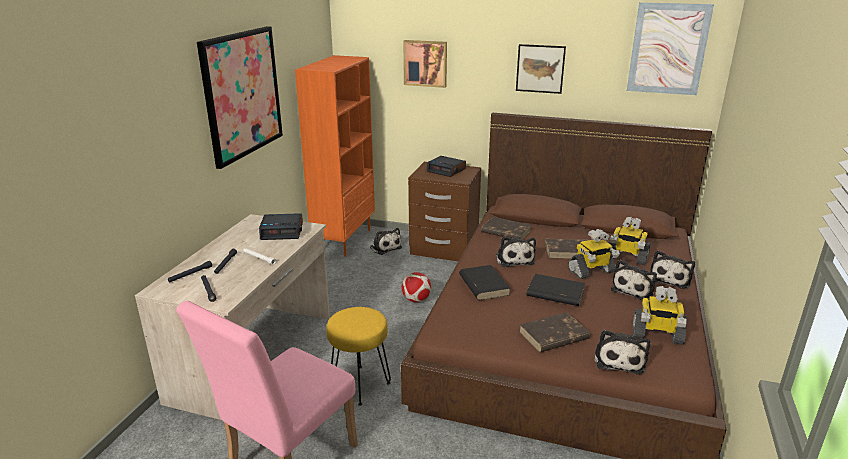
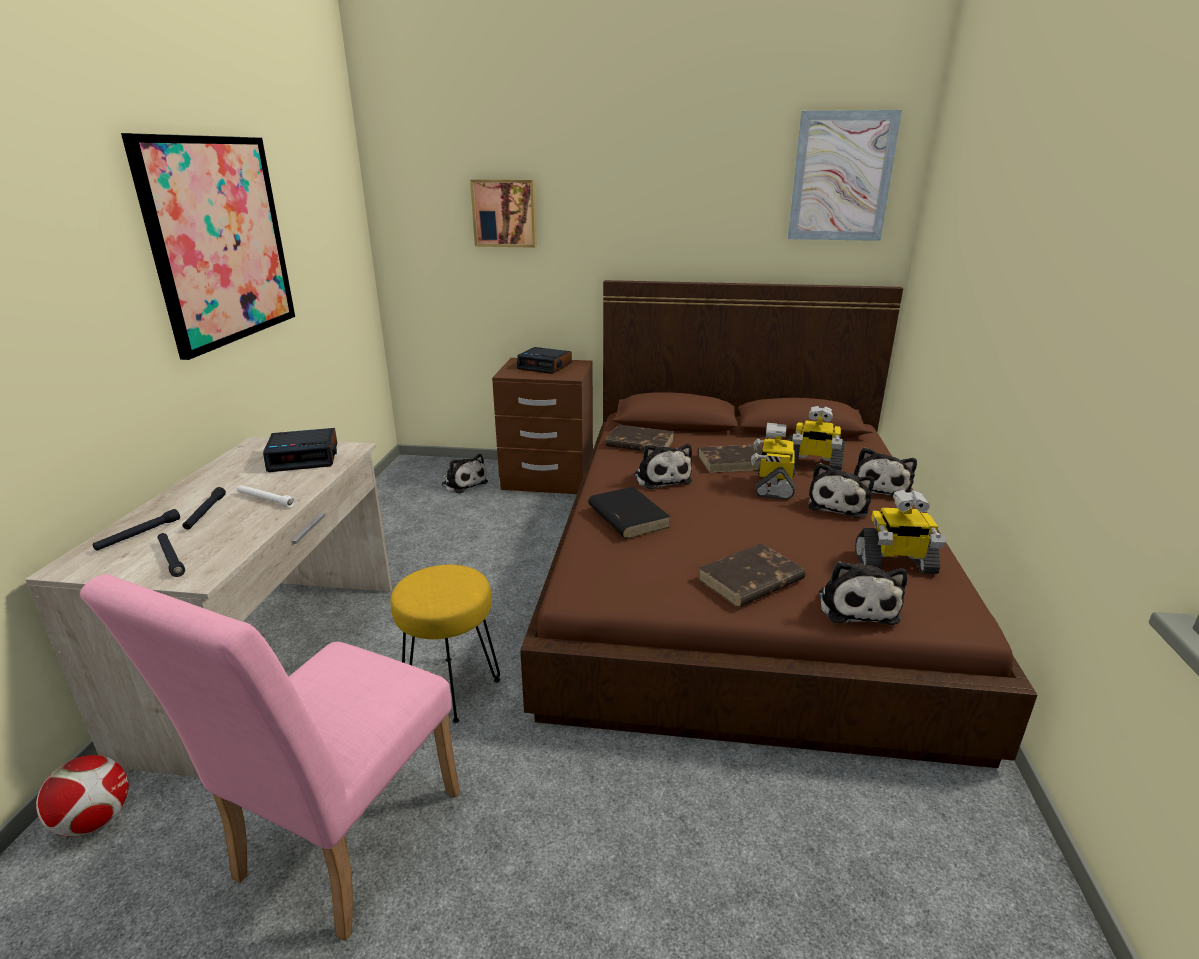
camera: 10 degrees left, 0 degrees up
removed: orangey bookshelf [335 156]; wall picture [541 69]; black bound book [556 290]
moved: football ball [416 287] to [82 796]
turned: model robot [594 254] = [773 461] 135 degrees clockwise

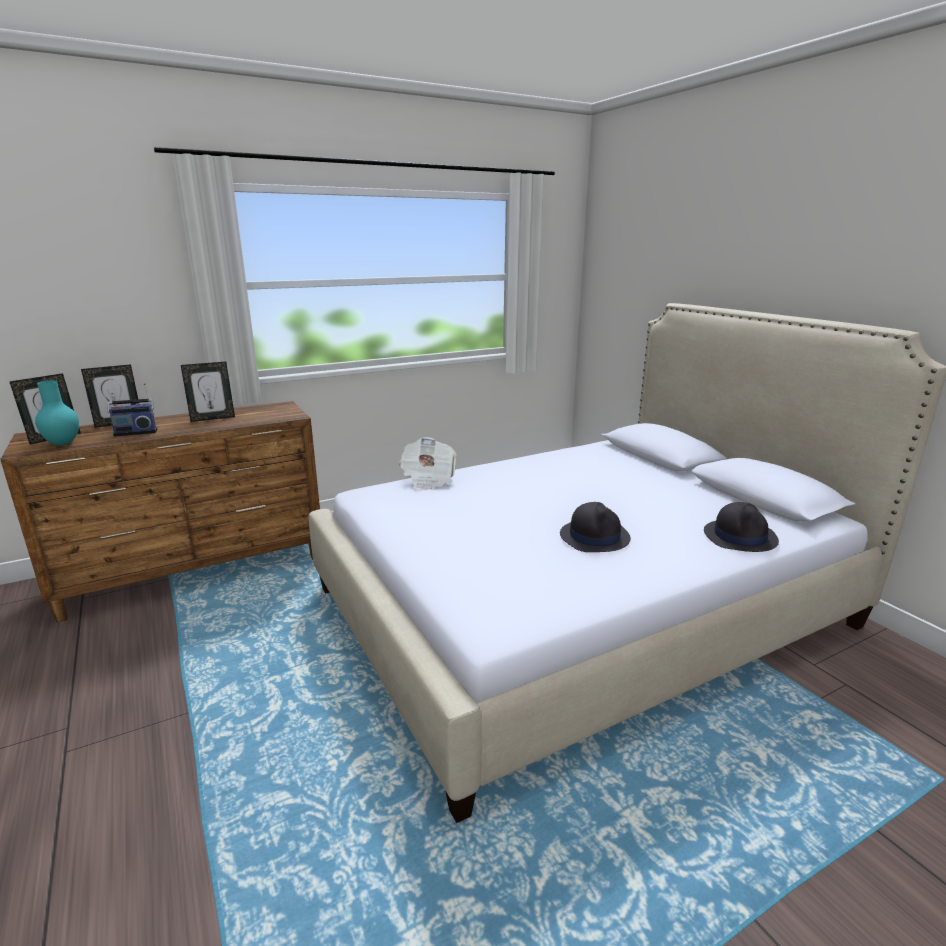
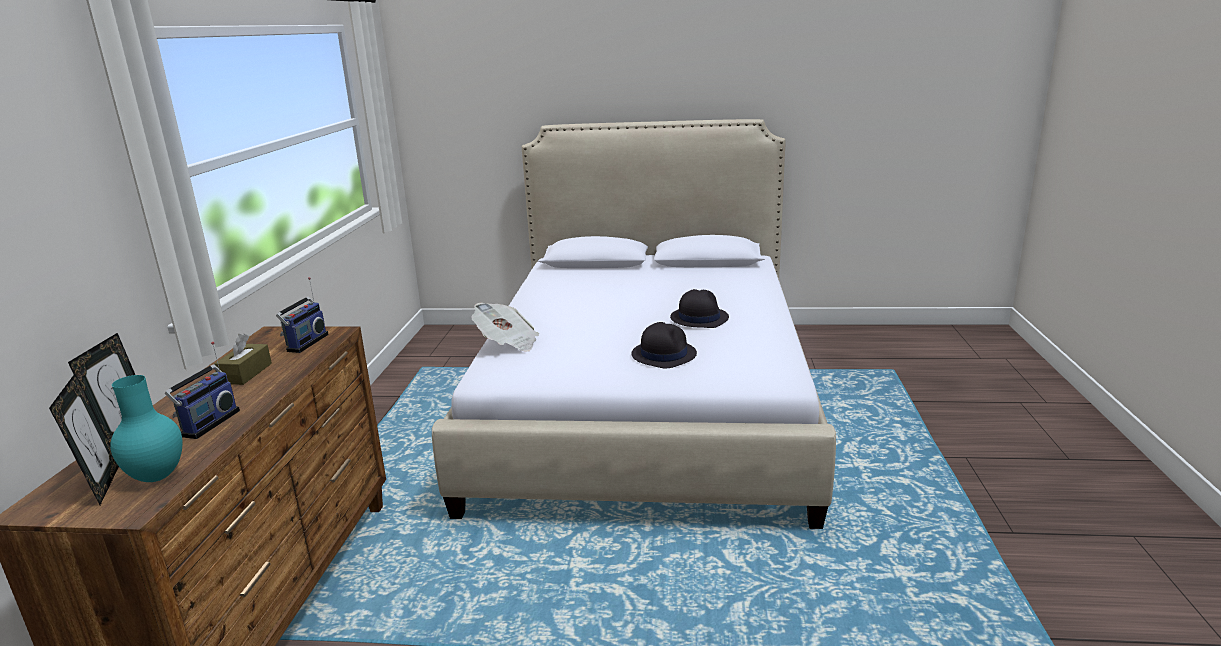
camera: 55 degrees left, 0 degrees up
added: radio set [302 315]
moved: black hat [741 527] to [664 345]
replaced: standing frame [208 392] to brown tissue holder [243 359]

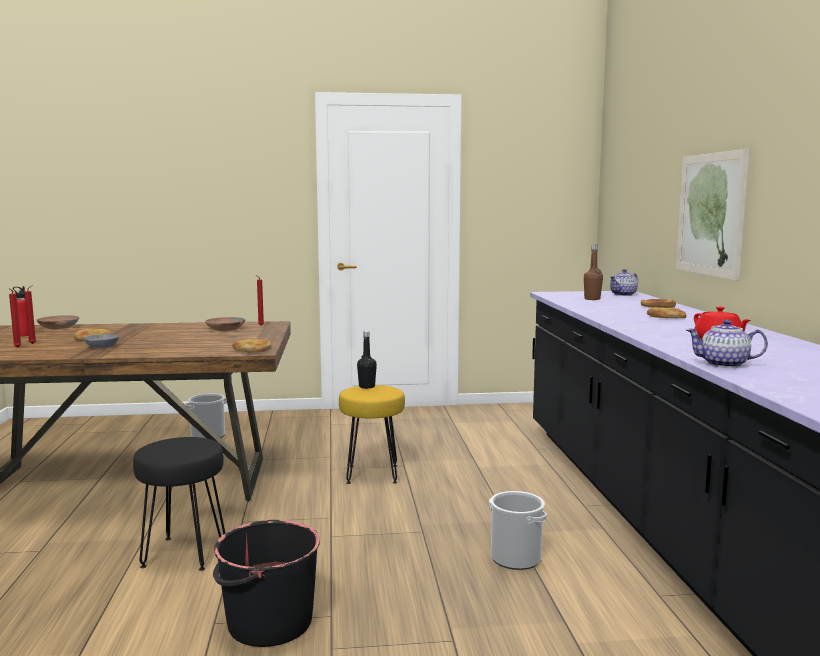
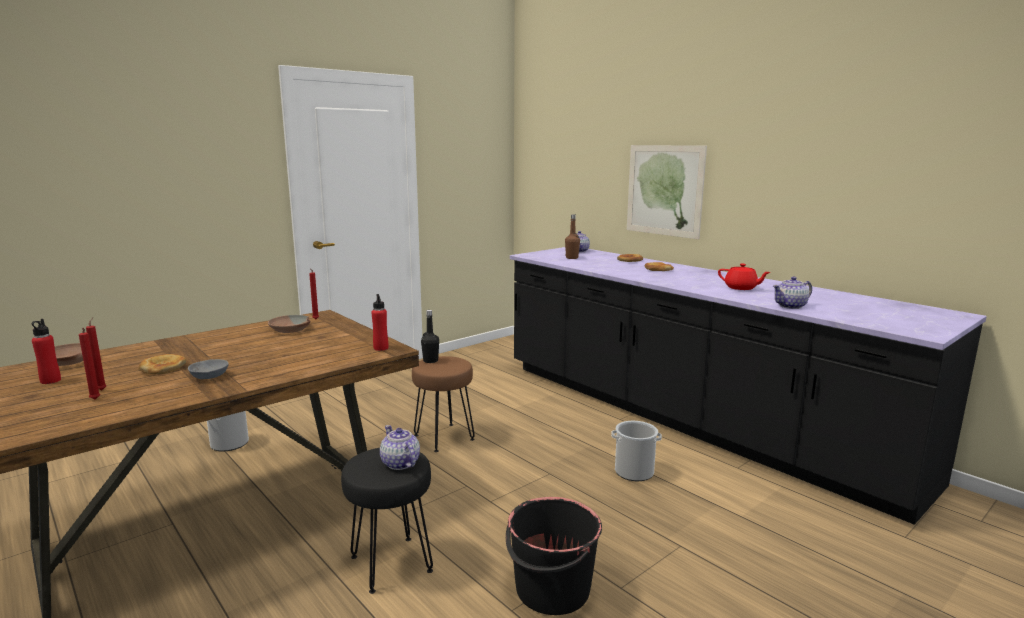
camera: 35 degrees left, 5 degrees up
added: teapot [400 447]
replaced: bread [251 345] to reddish drink bottle [380 322]
recoloured: yellow stool seat [372 434] to brown stool seat [443 404]

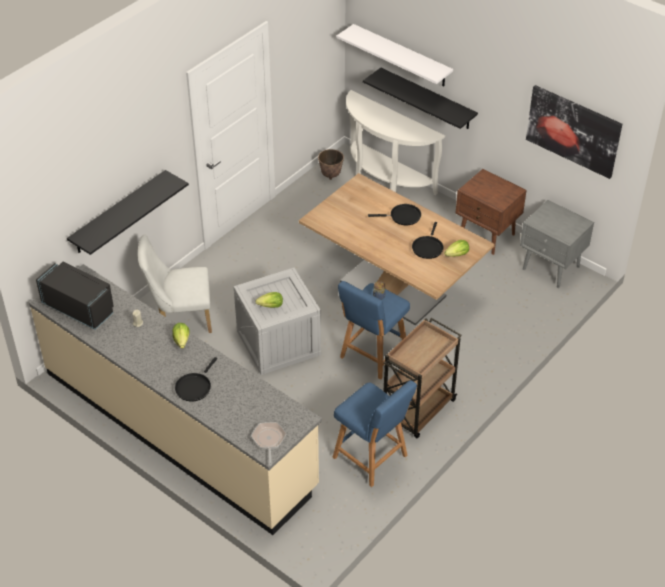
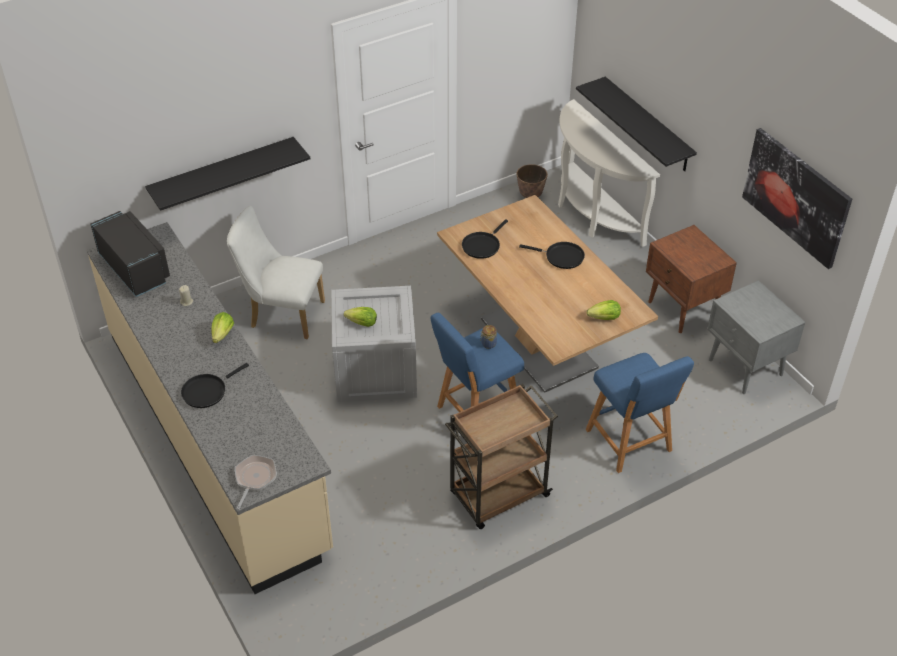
camera: 20 degrees right, 0 degrees up
removed: whitish shelf [395 55]
moved: blue stool seat [375 433] to [640 413]; black pan [427 240] to [485 239]

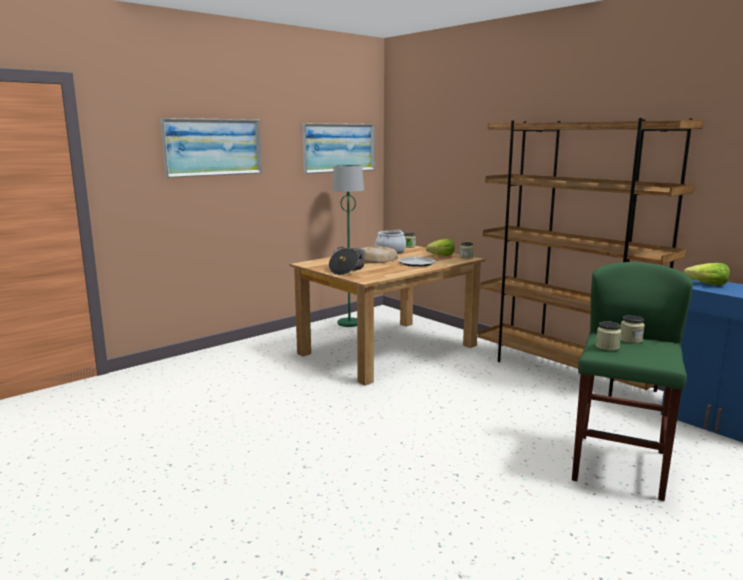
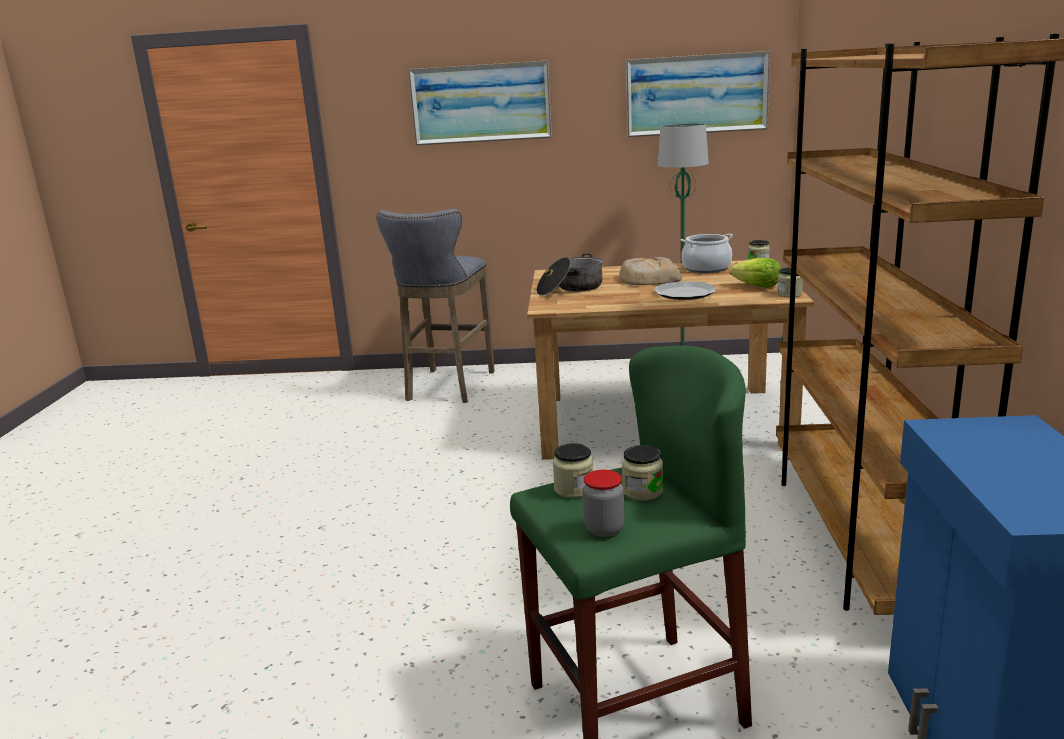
camera: 45 degrees right, 5 degrees up
removed: head of lettuce [706 274]
added: grey stool seat [435 306]; storage jar [603 503]

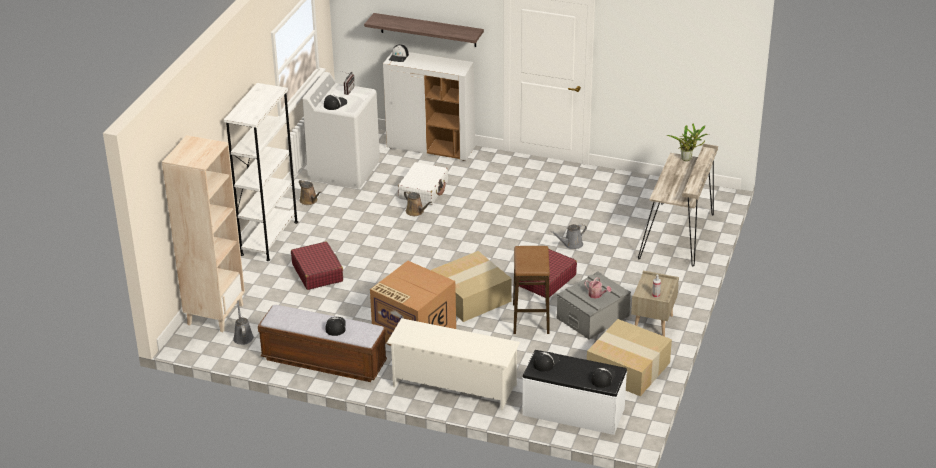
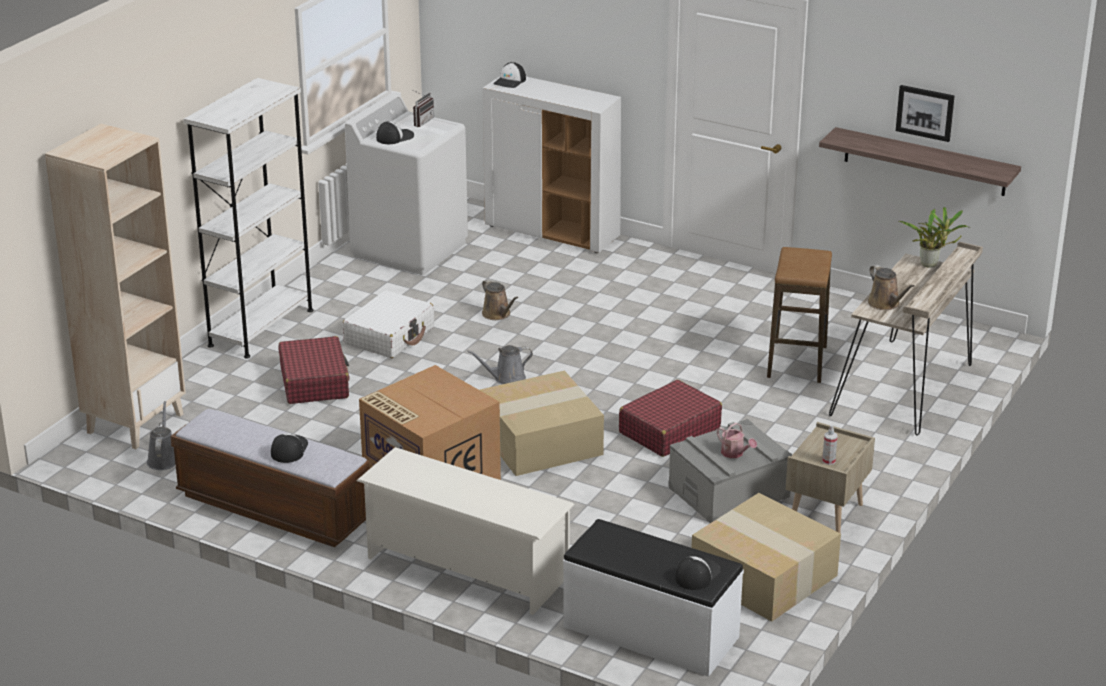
camera: 10 degrees right, 5 degrees down
removed: cap [546 362]
added: wall picture [925 113]
moved: brown sprinkling can [310 192] to [891 287]; shelf [424 30] to [920 161]; whitish travel case [423 183] to [388 324]; stool seat [531 290] to [799 315]; grey sprinkling can [568 236] to [500 364]

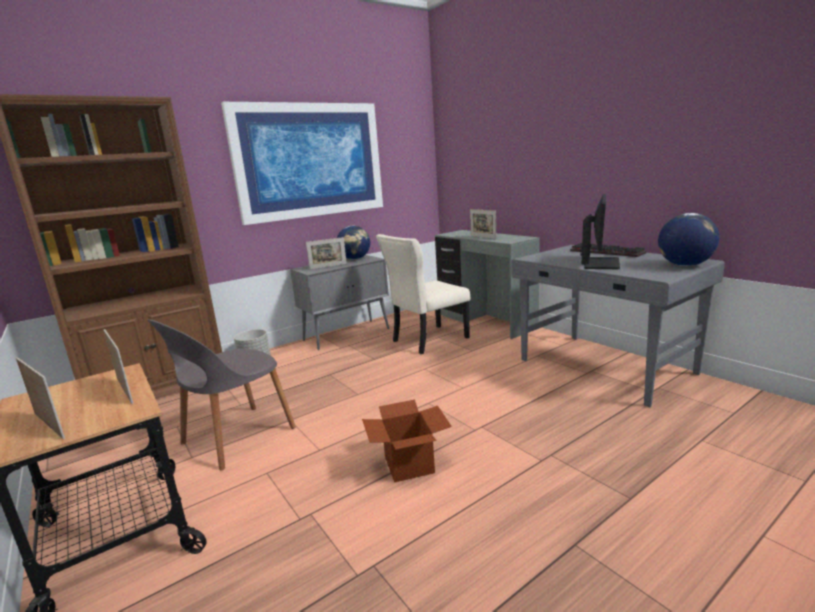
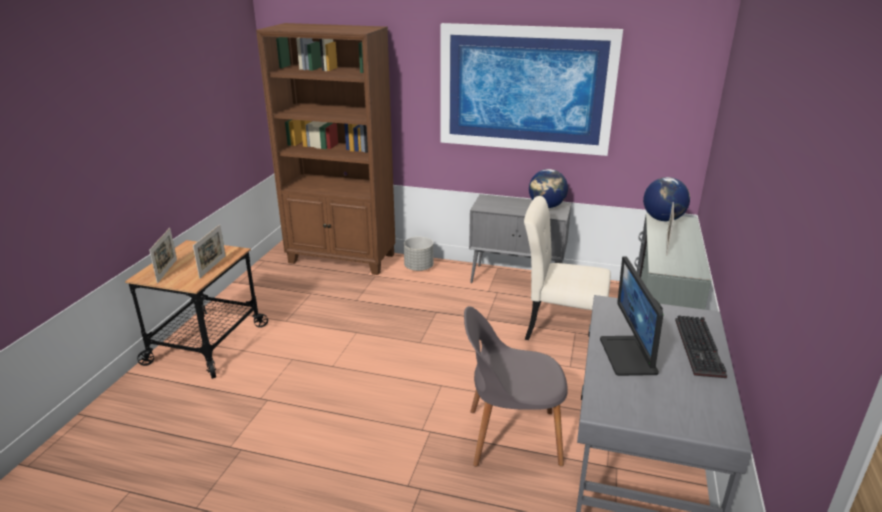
camera: 50 degrees right, 10 degrees up
removed: standing frame [326 253]; packing box [407 441]
moved: grey upright chair [221 394] to [516 386]; desk globe [689 239] to [666 199]
turned: computer screen [600 231] = [631 316] 105 degrees clockwise

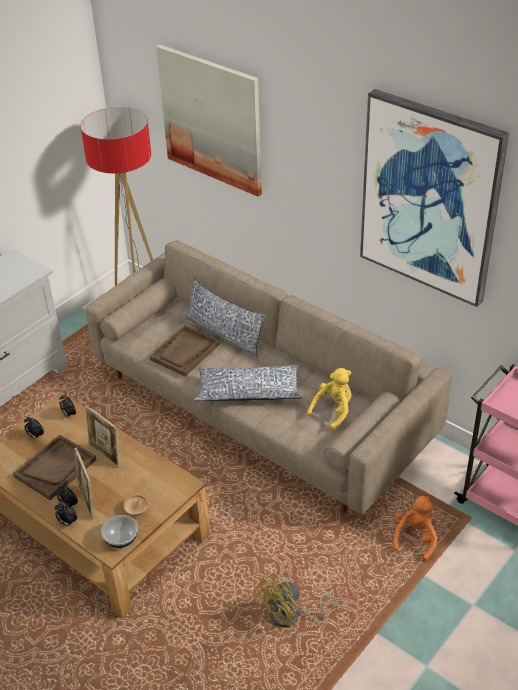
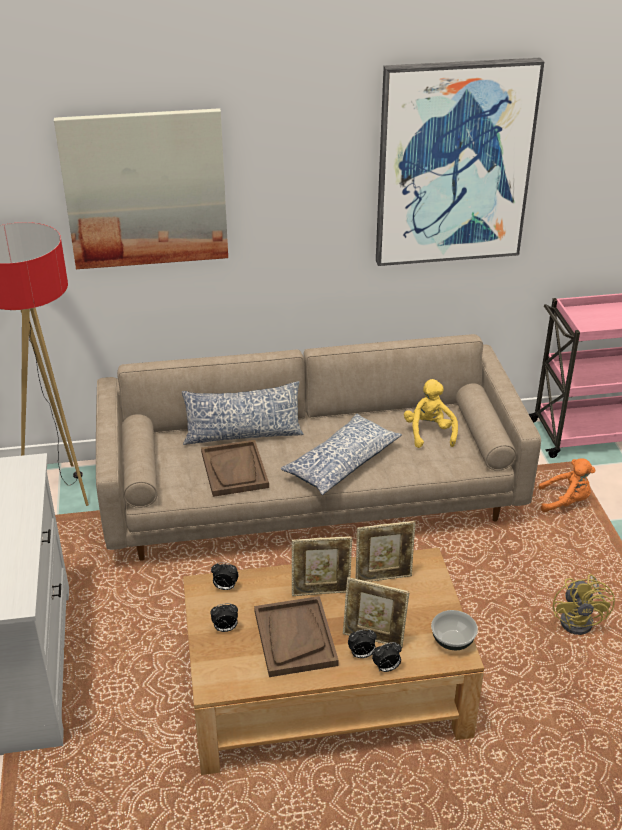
camera: 50 degrees left, 5 degrees down
removed: brown bowl [135 505]
added: standing frame [385 551]
turned: orangey plush toy [414 529] = [566 485] 120 degrees clockwise

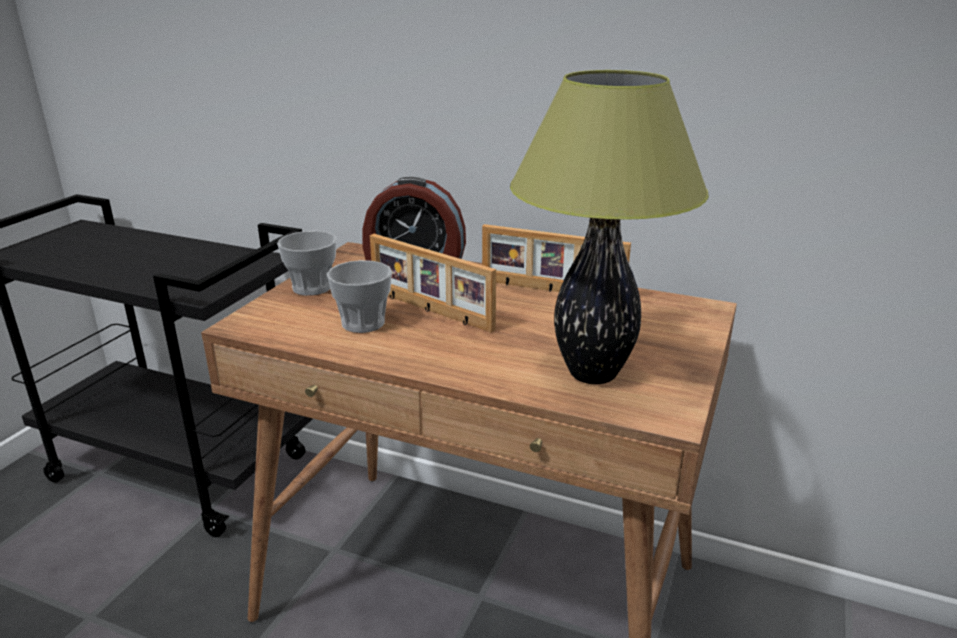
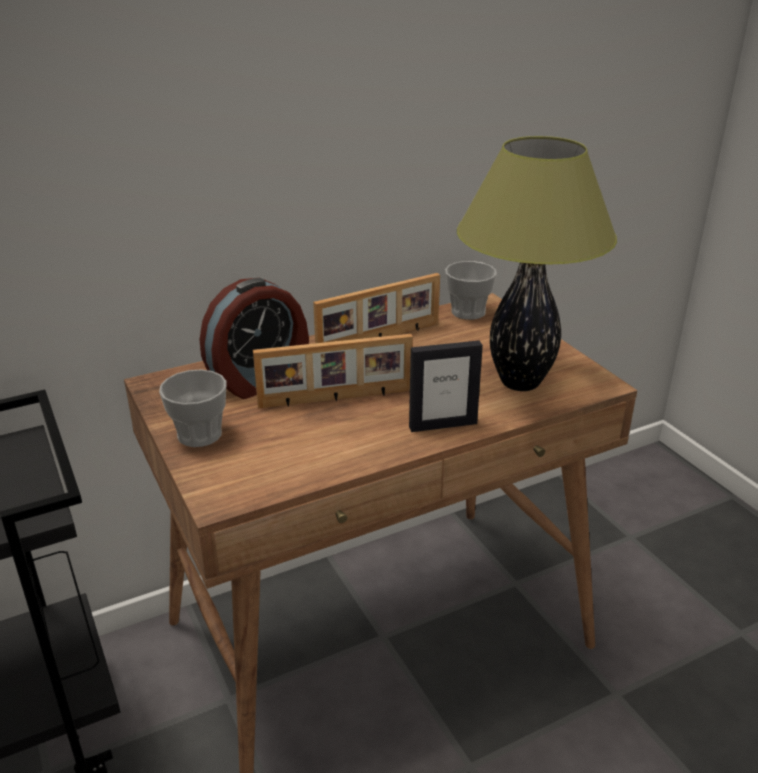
camera: 50 degrees left, 5 degrees up
added: standing frame [446 386]
moved: small cup [359 296] to [471 290]

